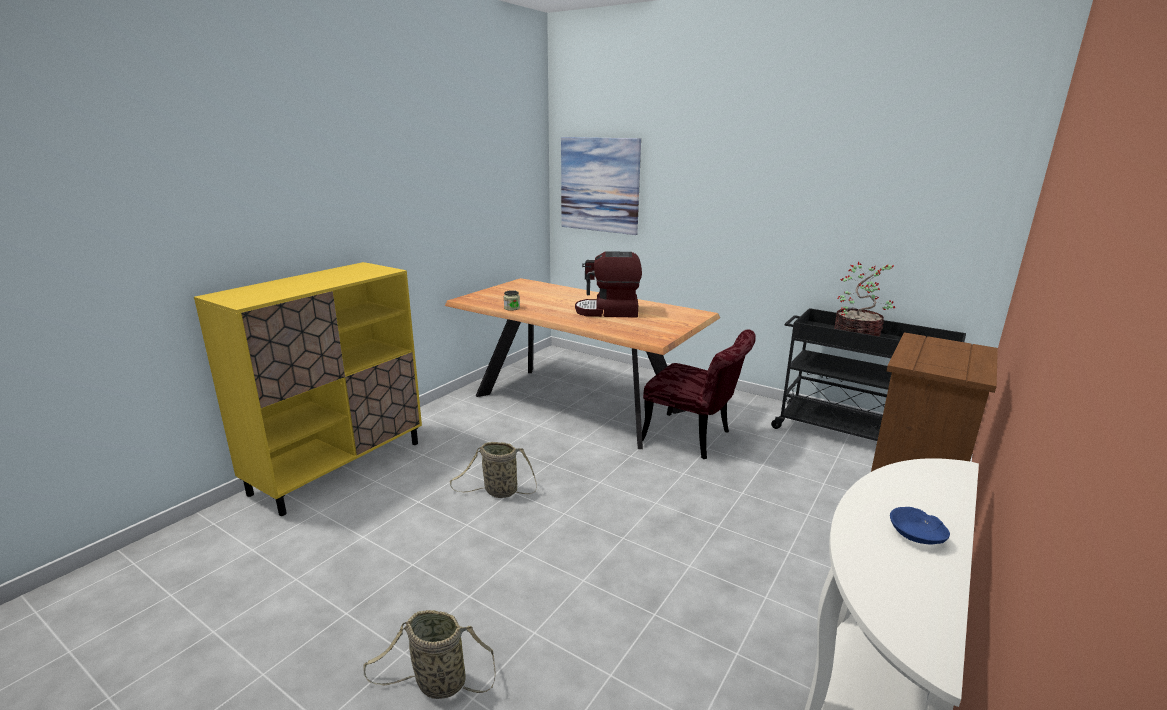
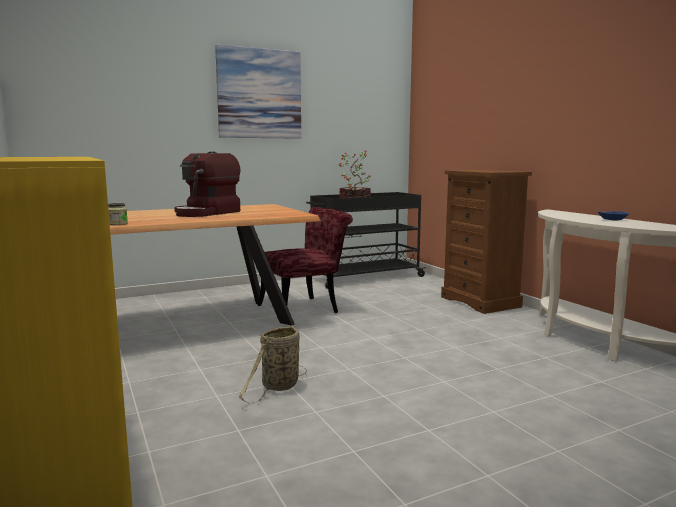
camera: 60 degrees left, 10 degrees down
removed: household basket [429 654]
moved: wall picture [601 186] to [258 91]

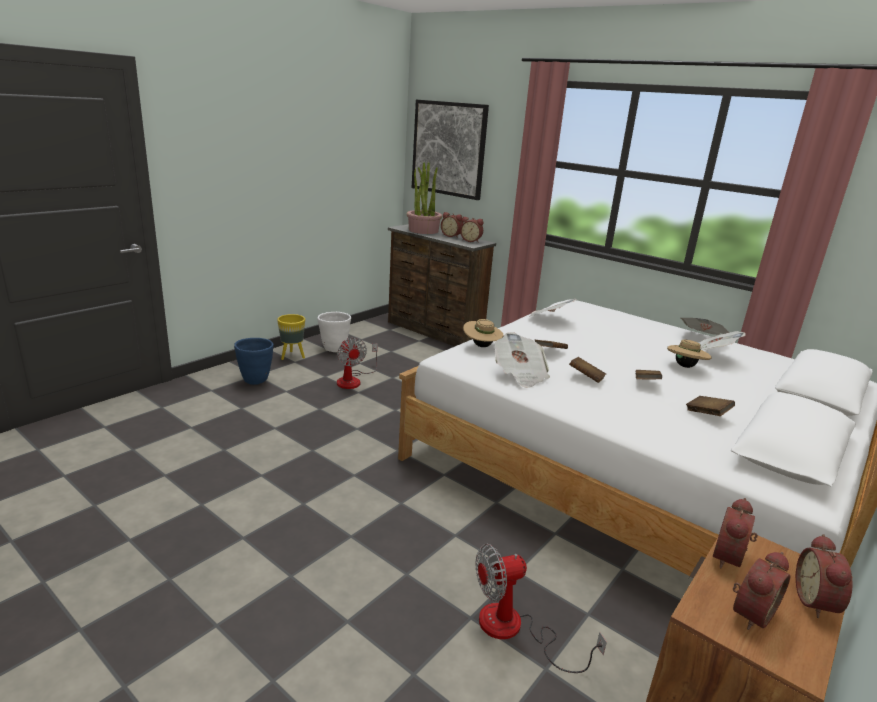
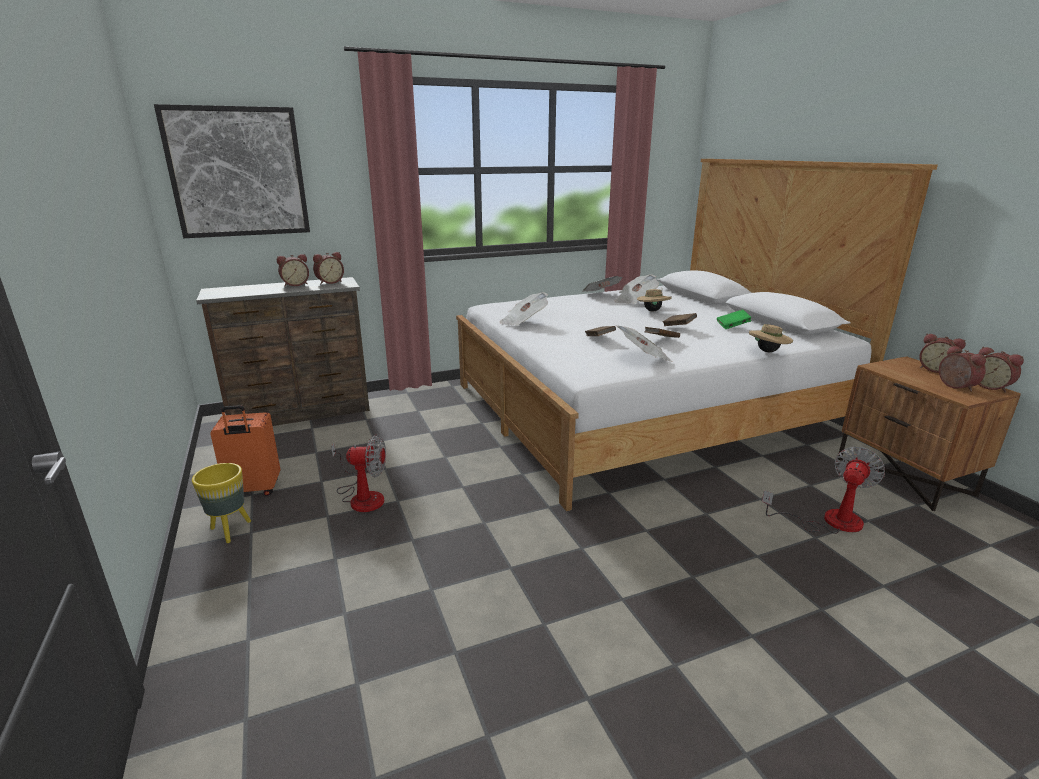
camera: 60 degrees left, 0 degrees up
removed: blue flower pot [253 361]; houseplant [424 198]
moved: sand-coloured hat [483 333] to [771 338]; alarm clock [735 533] to [1001 370]
replaced: whitish flower pot [334 332] to orangey travel case [245 450]
recoloured: brown bound book [710 406] to green-coloured bound book [734 319]
turned: electric fan [541 608] = [823 490] 150 degrees counterclockwise

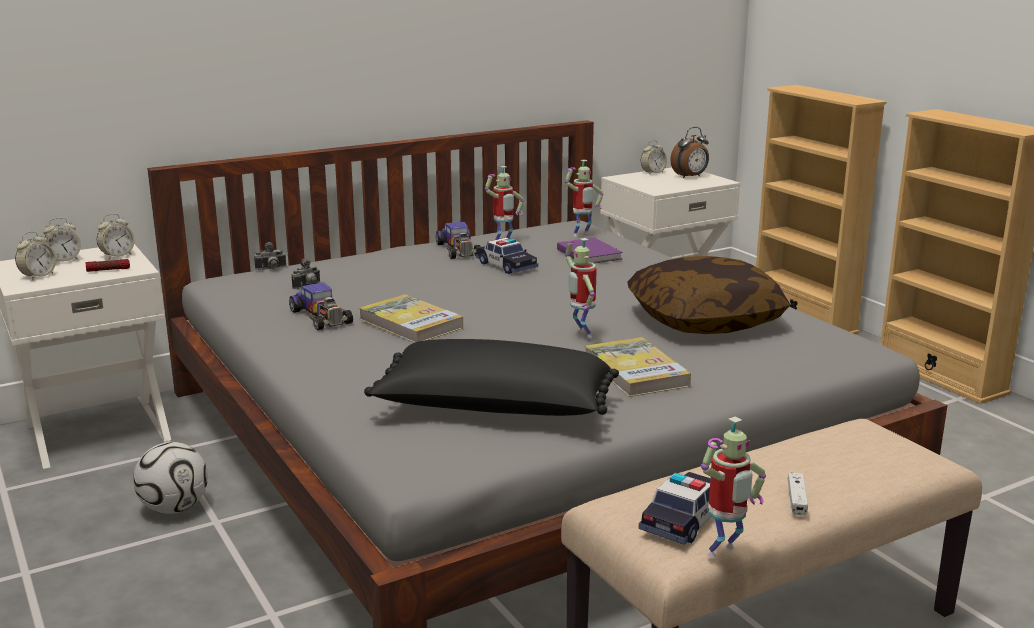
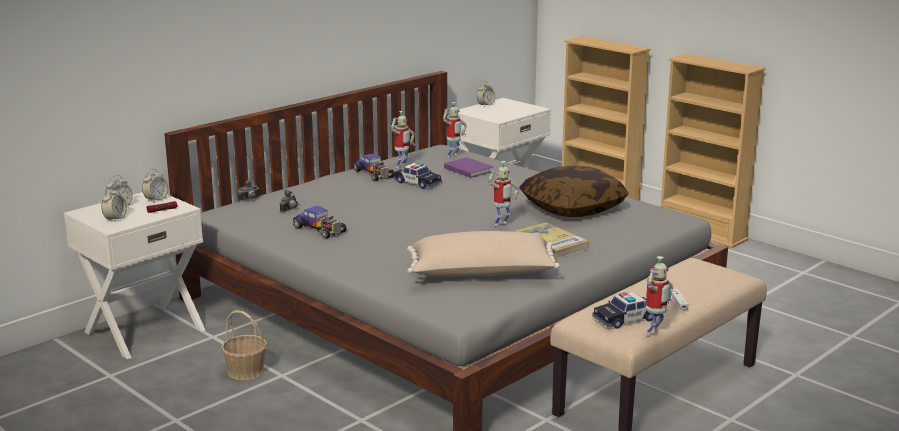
camera: 15 degrees left, 0 degrees up
removed: bound book [411 318]; alarm clock [690 153]
replaced: football ball [170 478] to household basket [244 345]
recoloured: black pillow [491 377] to sand-coloured pillow [483 253]
turned: model robot [580 288] = [503 193] 90 degrees counterclockwise; toy car [675 508] = [625 310] 135 degrees counterclockwise

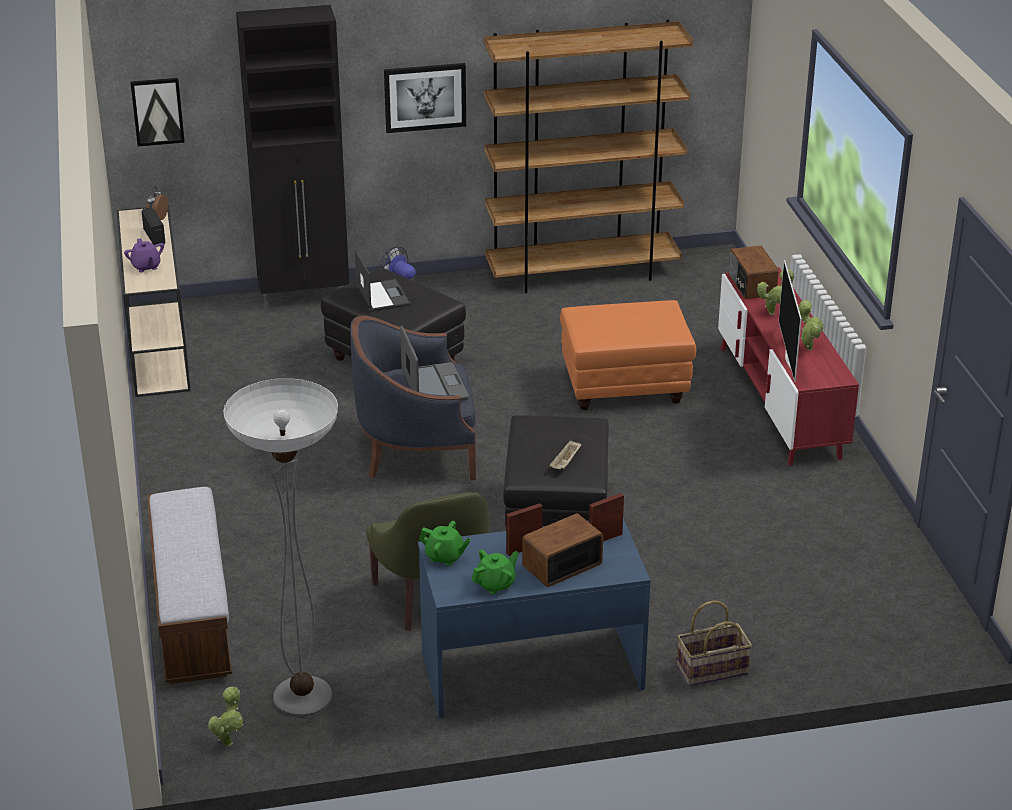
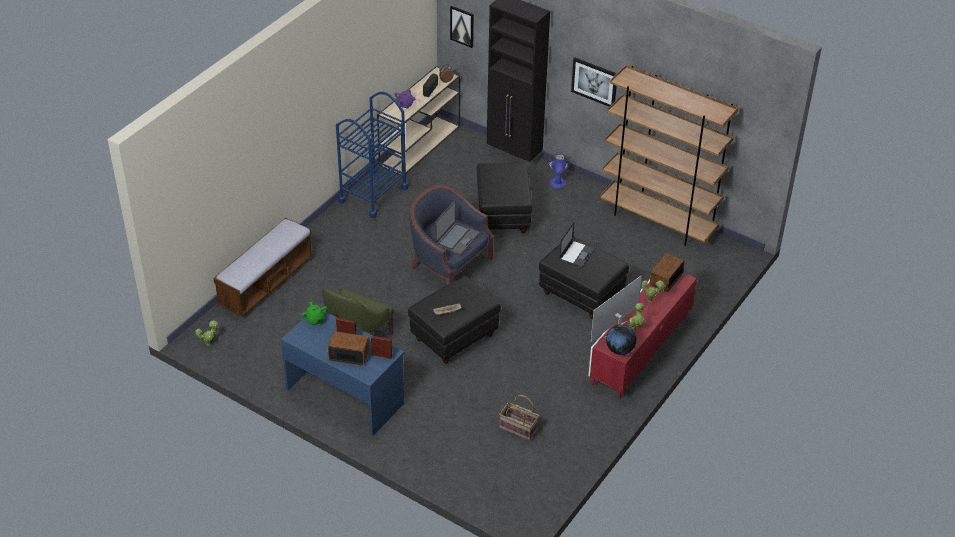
camera: 45 degrees right, 10 degrees up
removed: standard lamp [280 547]; green-coloured teapot [494 572]
added: blue wheeled cart [372 155]; desk globe [621 340]
moved: laptop [383 280] to [577 245]; household basket [714 643] to [519 418]
recoloured: orangey ottoman [628 355] to black ottoman [584 277]

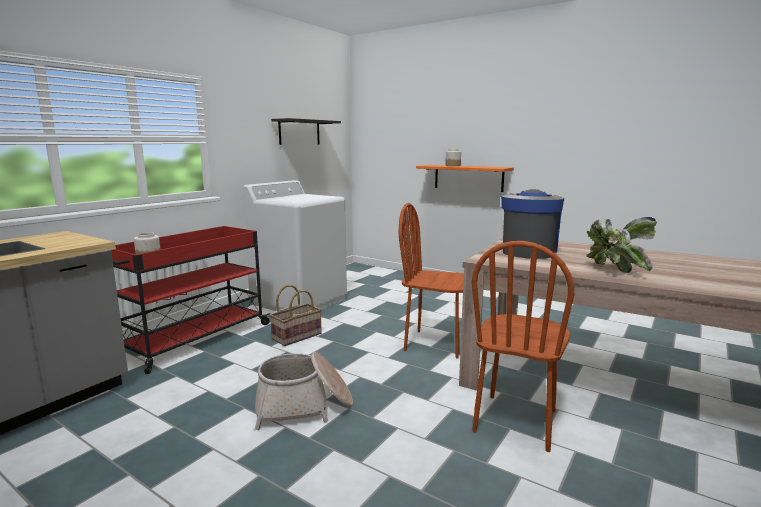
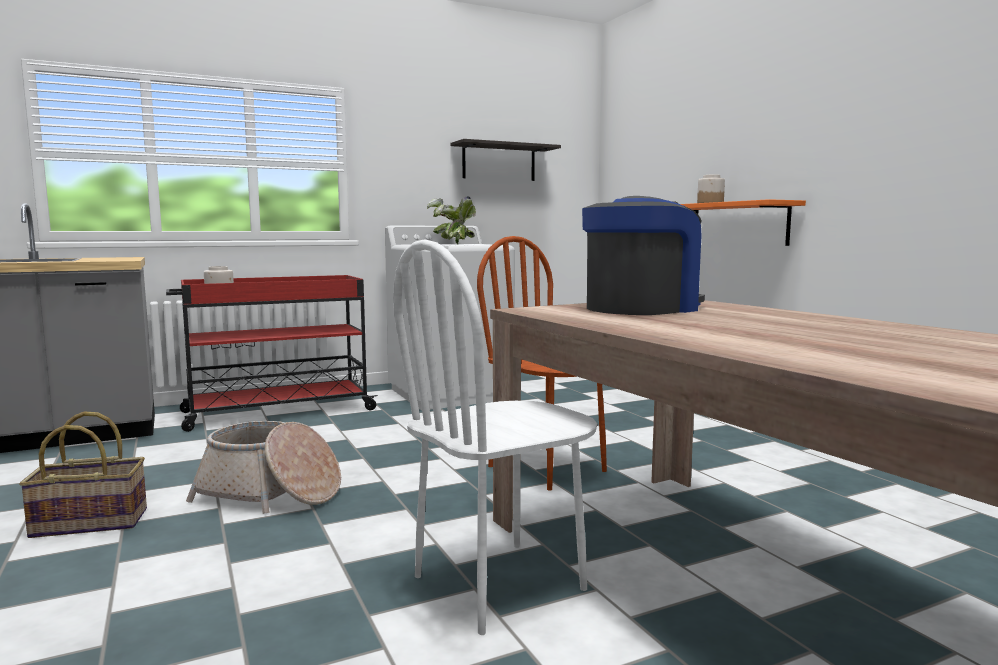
camera: 30 degrees right, 5 degrees down
moved: household basket [295 315] to [83 474]; houseplant [621 245] to [451 220]
recoloured: brown upright chair [523 346] to whitish upright chair [495 437]

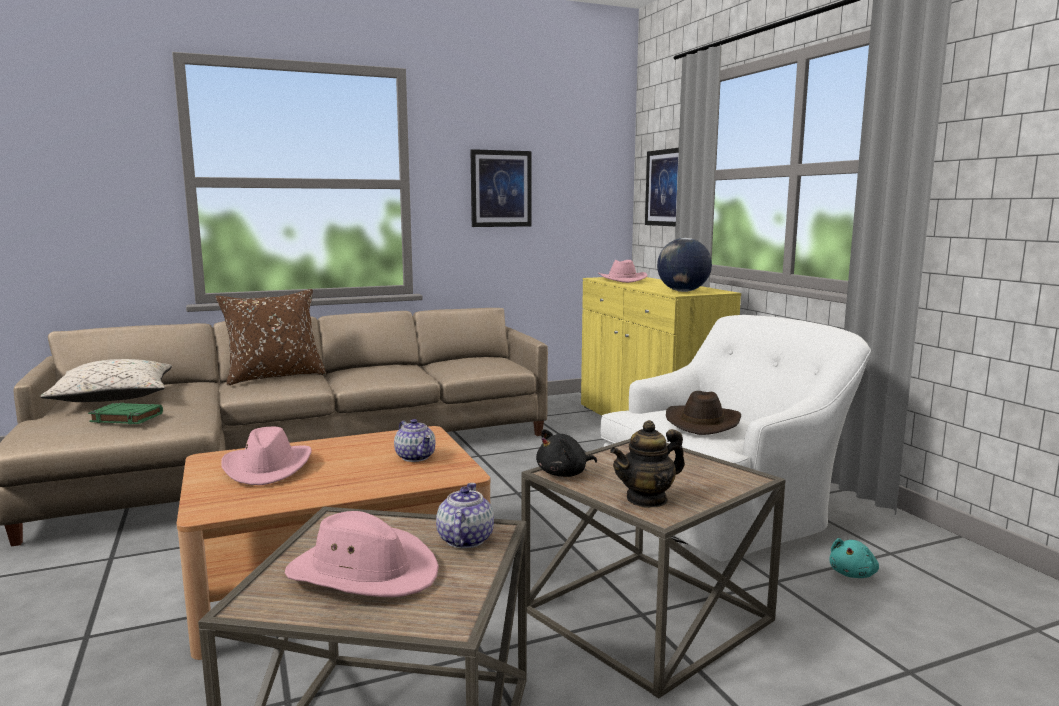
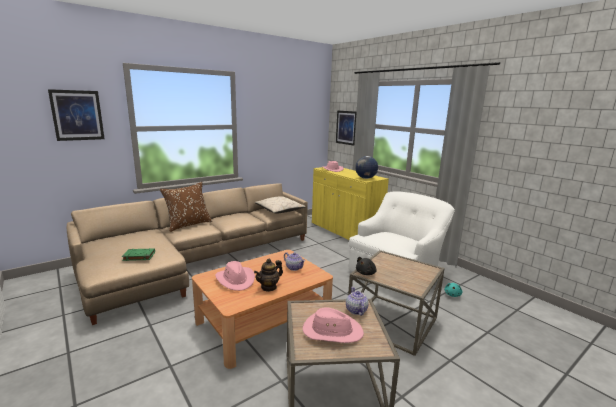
camera: 15 degrees left, 5 degrees up
removed: brown hat [703 413]
moved: sand-coloured pillow [106 380] to [280 205]; wall picture [501 188] to [76 115]; teapot [647 464] to [268 275]

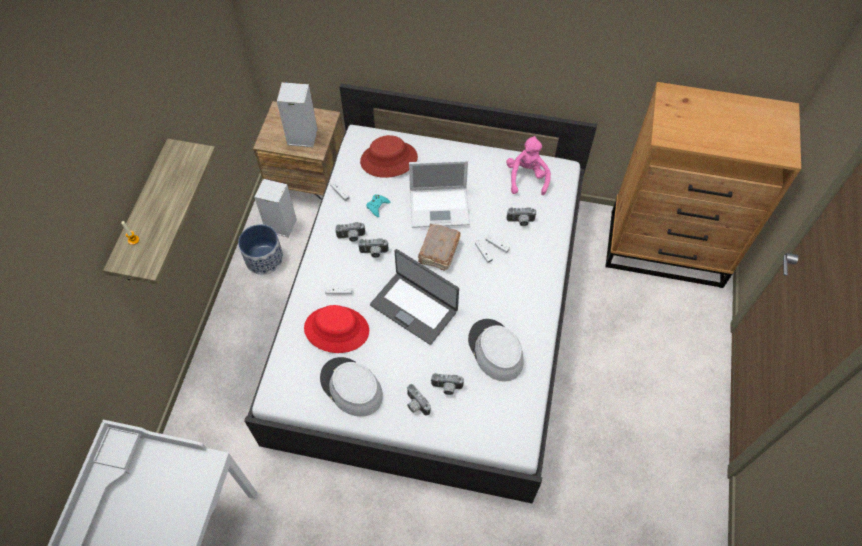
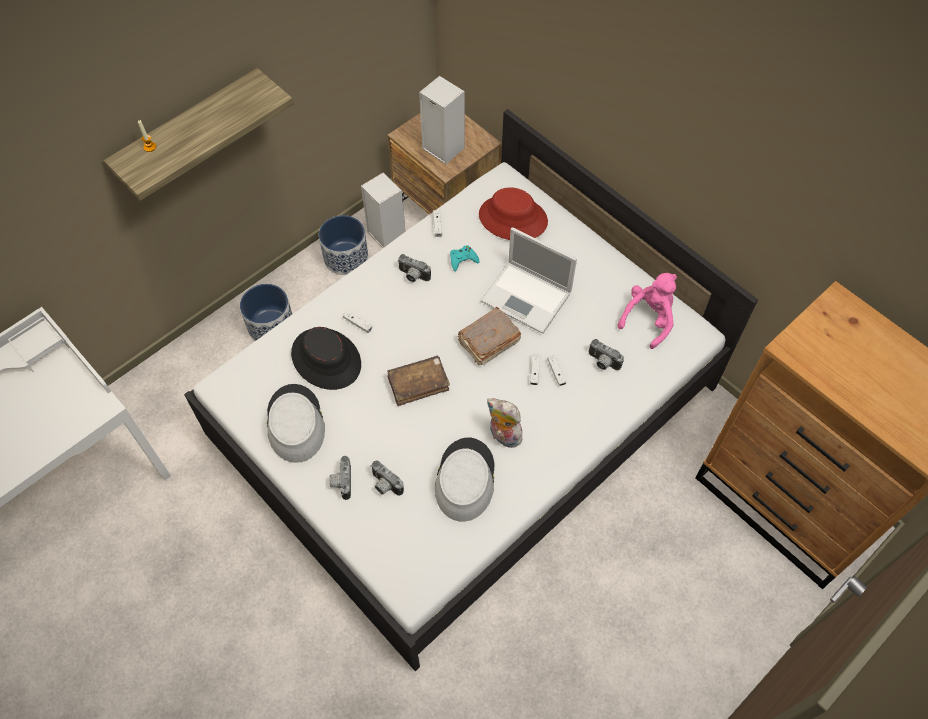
camera: 35 degrees right, 0 degrees up
removed: still camera [373 248]
added: flower pot [266 312]; plush toy [505 423]
replaced: laptop [414 297] to brown bound book [418 381]
recoloured: reddish hat [336 329] to black hat [326 358]

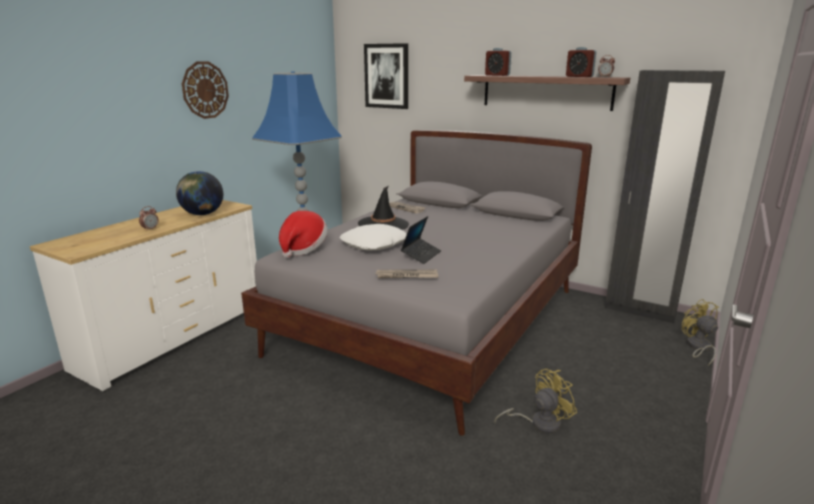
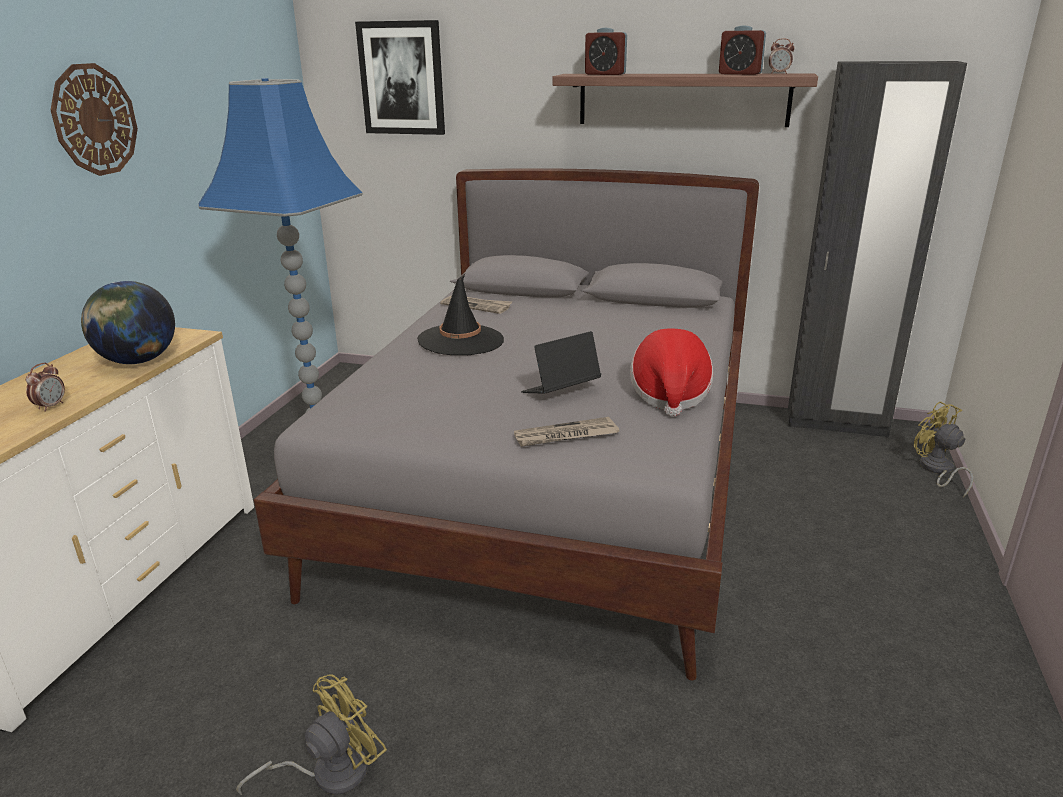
camera: 15 degrees left, 5 degrees up
removed: whitish pillow [373 237]
moved: hat [303 234] to [671 372]; yellow electric fan [535 401] to [311 734]
turned: laptop [421 240] = [561 362] 135 degrees counterclockwise

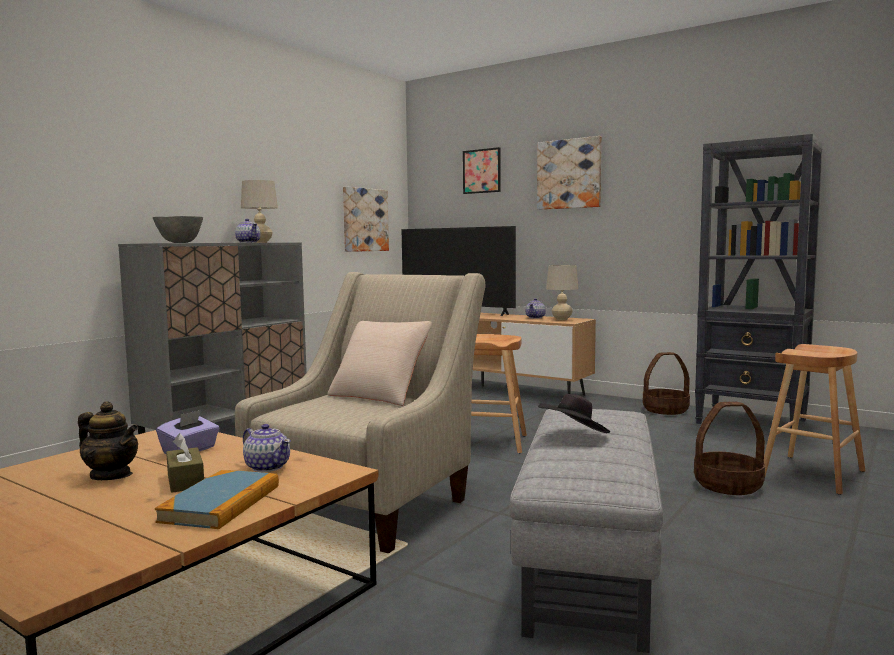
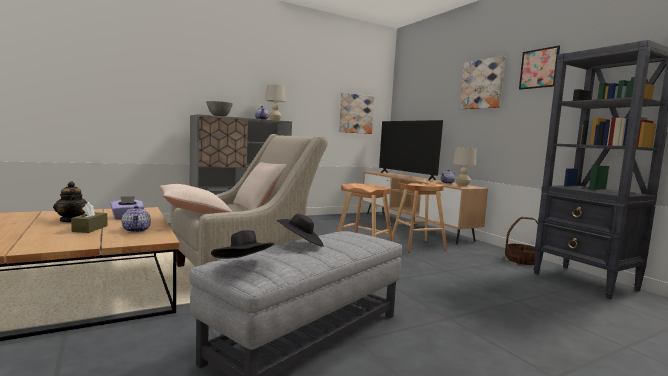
camera: 25 degrees right, 0 degrees up
removed: bound book [217 499]; household basket [729 448]
added: sand-coloured pillow [196 199]; black hat [242 244]
moved: wall picture [481 170] to [539 68]; brown stool seat [815 419] to [419 218]

